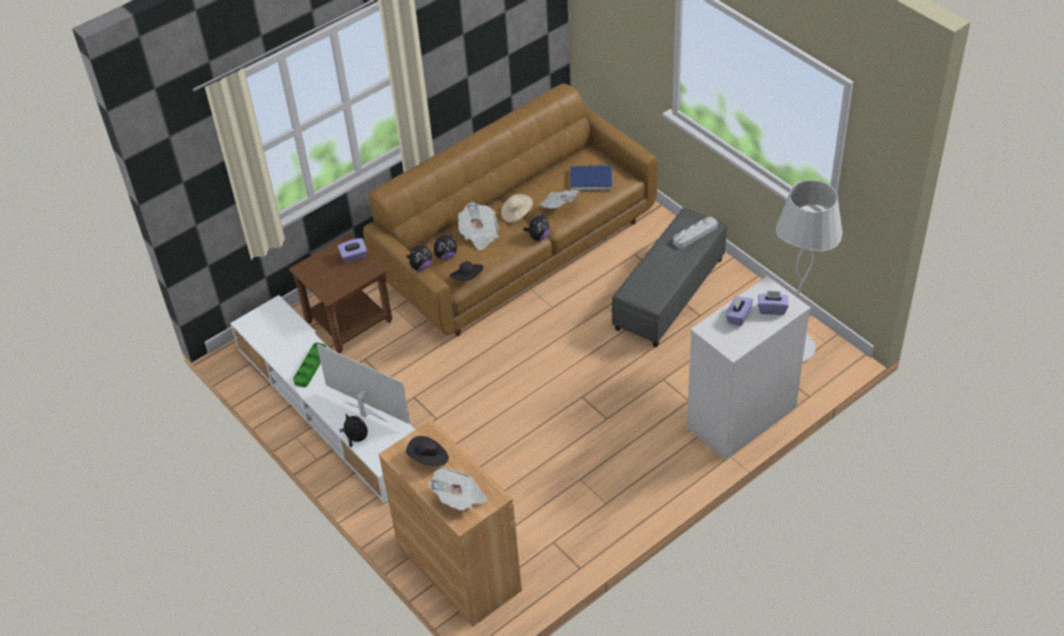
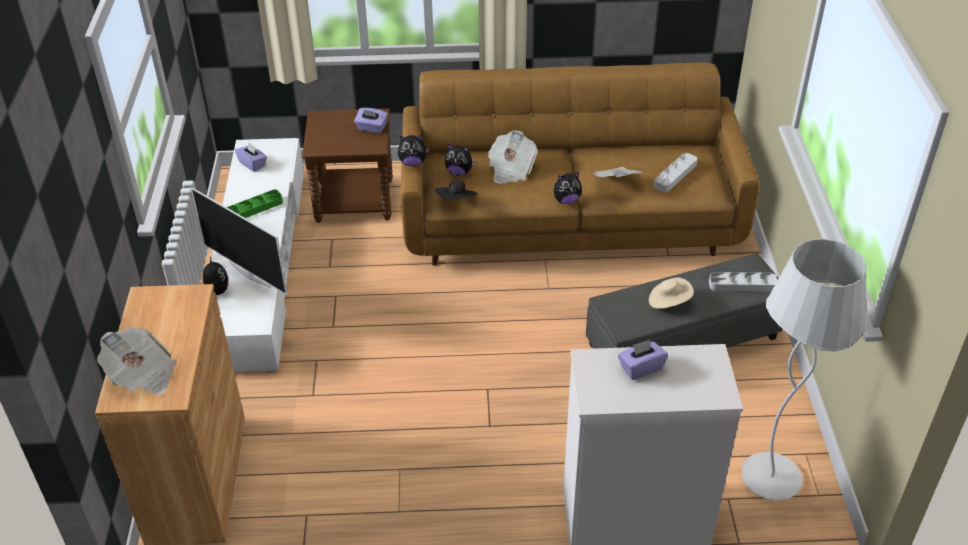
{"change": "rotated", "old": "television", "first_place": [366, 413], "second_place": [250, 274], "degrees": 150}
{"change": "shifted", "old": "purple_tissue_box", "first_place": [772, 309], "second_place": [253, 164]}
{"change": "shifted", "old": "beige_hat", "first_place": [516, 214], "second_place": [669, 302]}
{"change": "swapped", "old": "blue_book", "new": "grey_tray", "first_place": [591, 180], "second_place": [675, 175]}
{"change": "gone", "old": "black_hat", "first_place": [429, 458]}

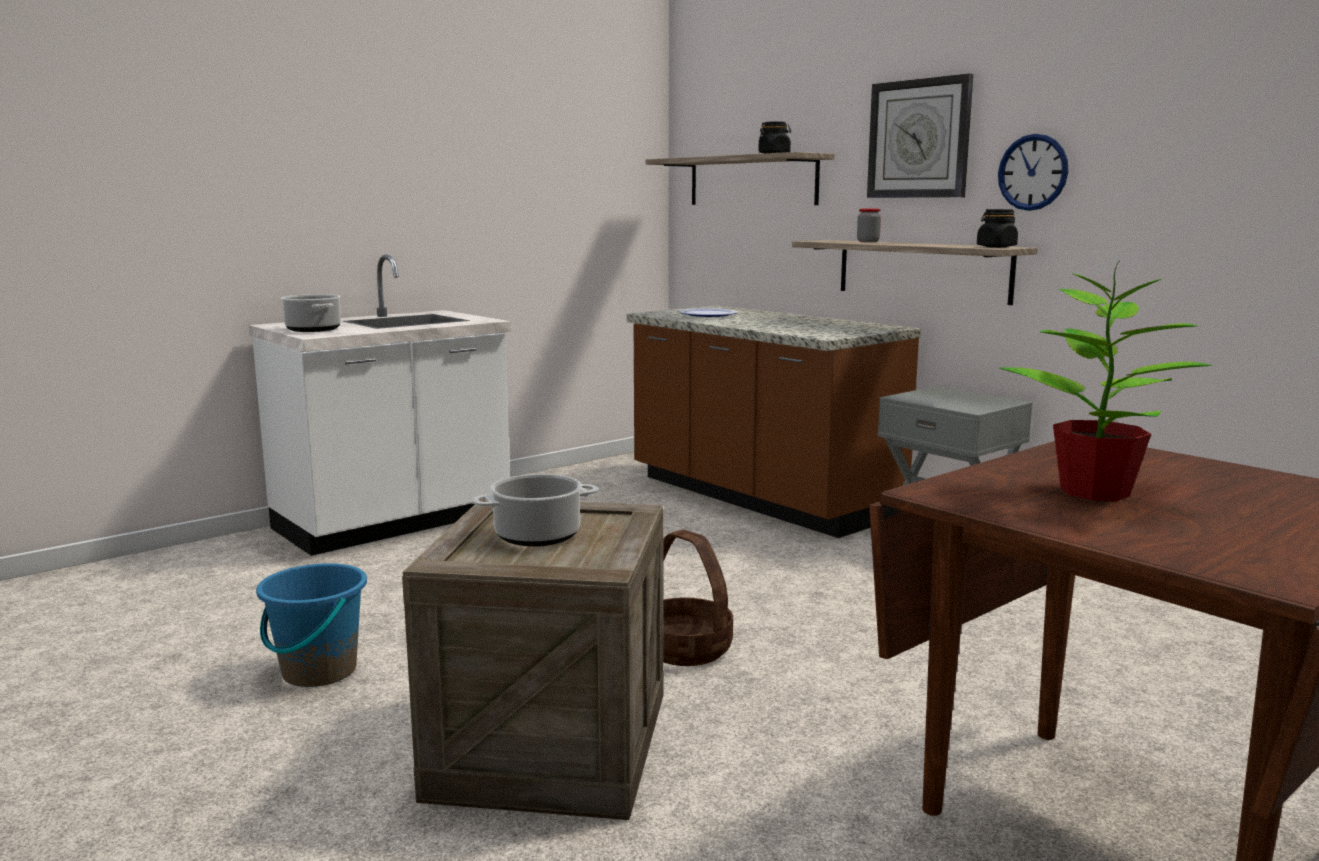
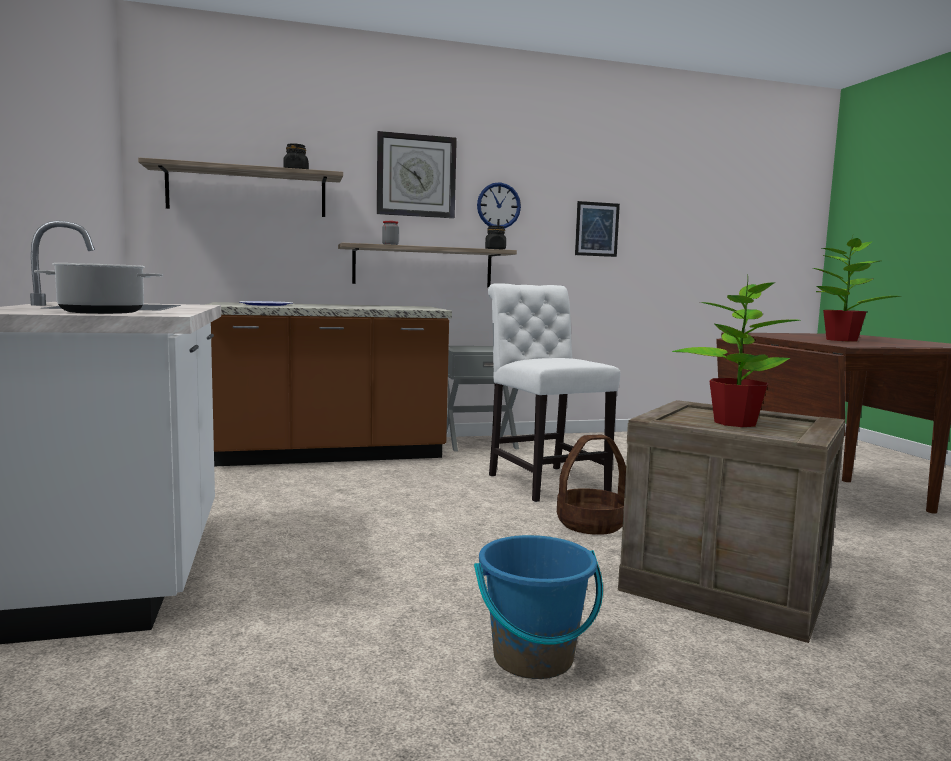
{"change": "new", "new": "white_chair", "second_place": [544, 482]}
{"change": "new", "new": "picture", "second_place": [597, 229]}
{"change": "swapped", "old": "cooking_pot", "new": "potted_plant", "first_place": [536, 536], "second_place": [735, 422]}

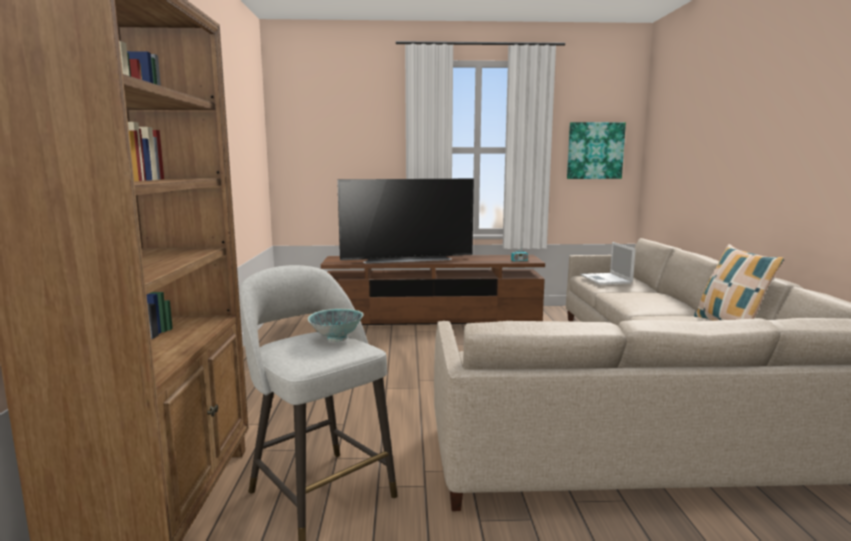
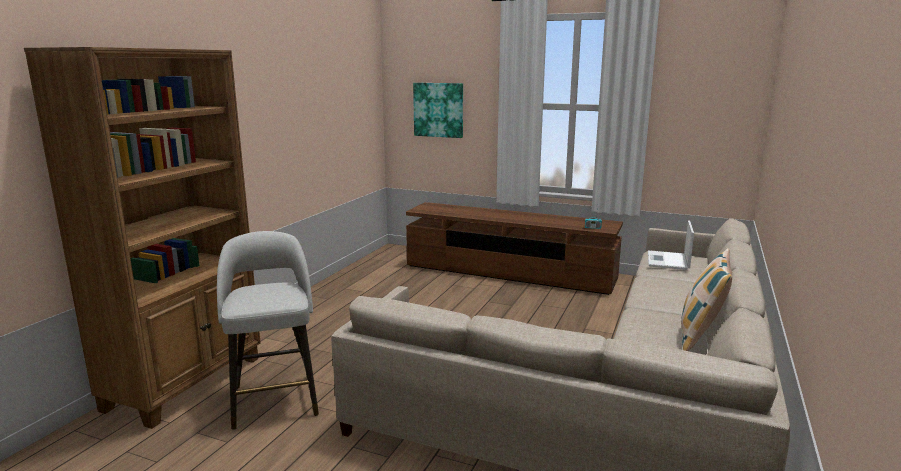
{"change": "shifted", "old": "picture", "first_place": [595, 150], "second_place": [438, 110]}
{"change": "gone", "old": "bowl", "first_place": [337, 338]}
{"change": "gone", "old": "television", "first_place": [406, 259]}

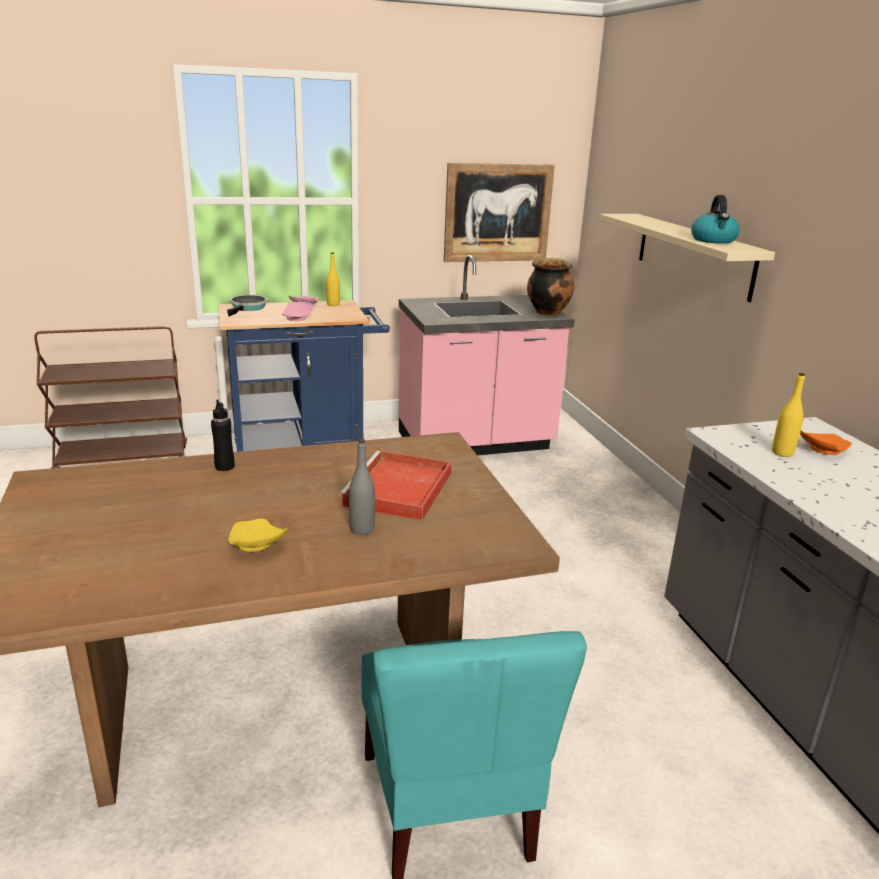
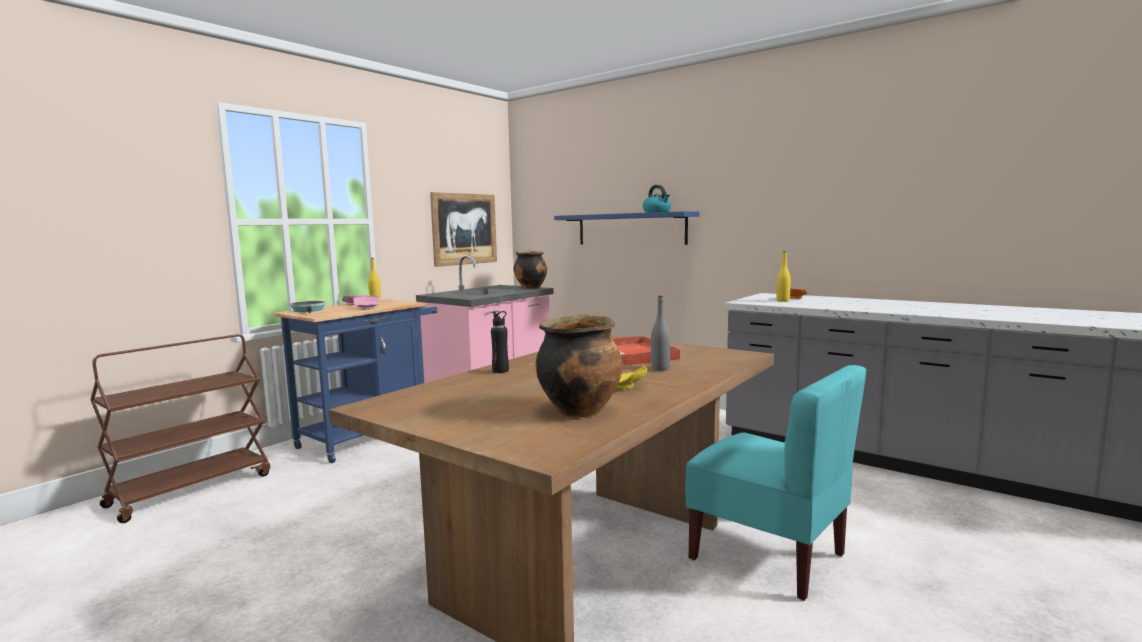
{"change": "new", "new": "cooking_pot", "second_place": [580, 410]}
{"change": "repainted", "old": "beige_shelf", "new": "blue_shelf", "first_place": [693, 254], "second_place": [630, 229]}

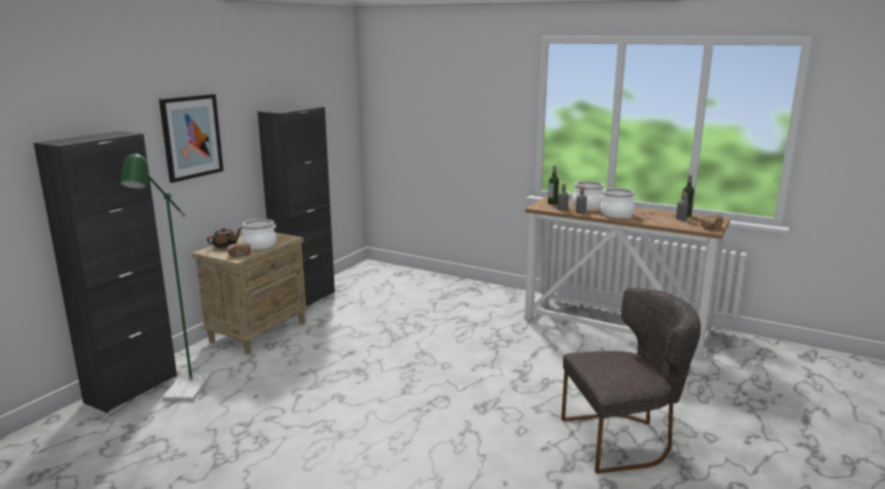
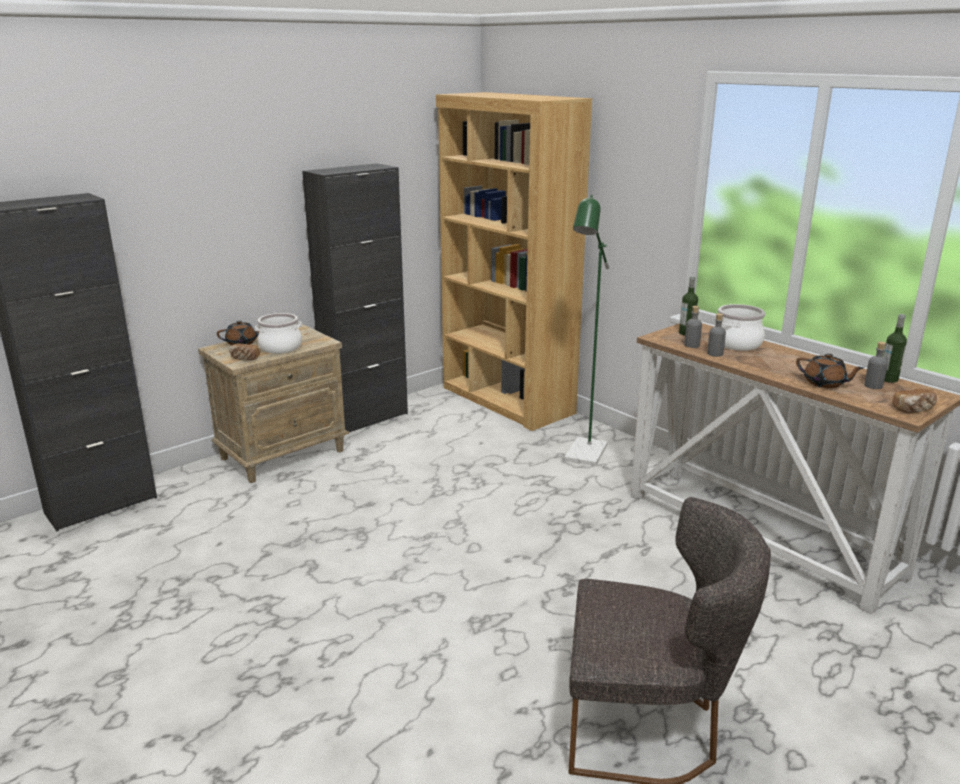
{"change": "new", "new": "brown_bookcase", "second_place": [507, 400]}
{"change": "shifted", "old": "green_floor_lamp", "first_place": [183, 394], "second_place": [584, 457]}
{"change": "new", "new": "brown_teapot", "second_place": [825, 383]}
{"change": "gone", "old": "picture", "first_place": [191, 137]}
{"change": "gone", "old": "cooking_pot", "first_place": [616, 214]}

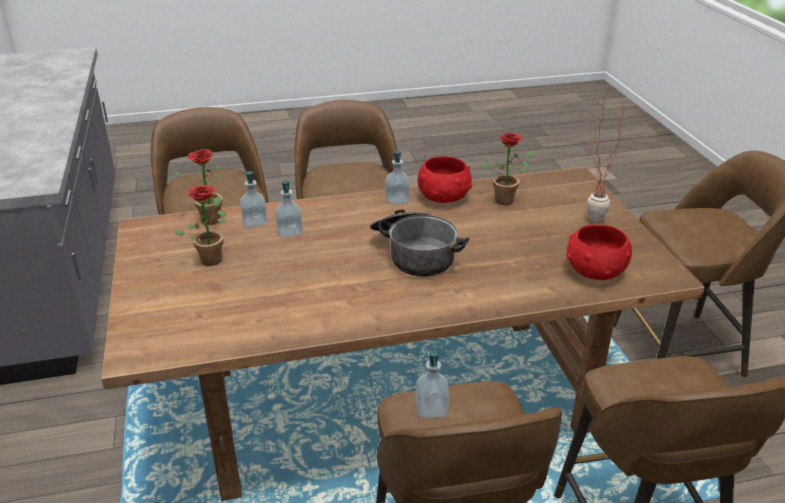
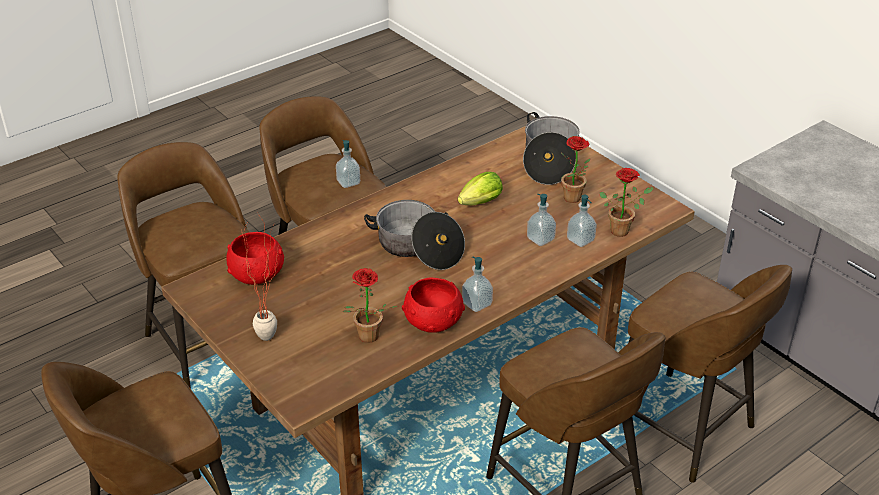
{"change": "new", "new": "lettuce", "second_place": [478, 204]}
{"change": "new", "new": "cooking_pot", "second_place": [549, 161]}

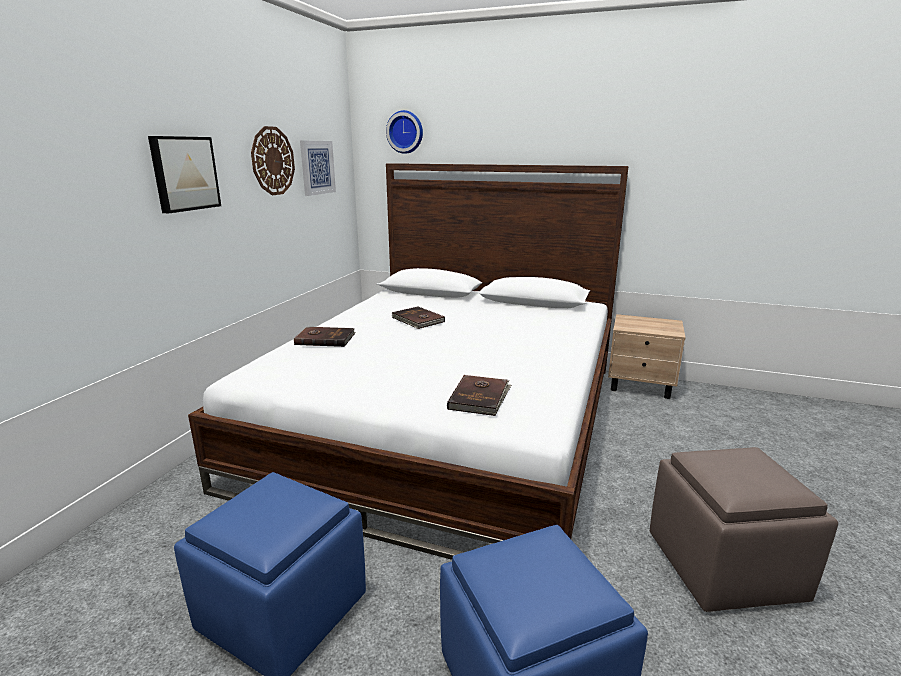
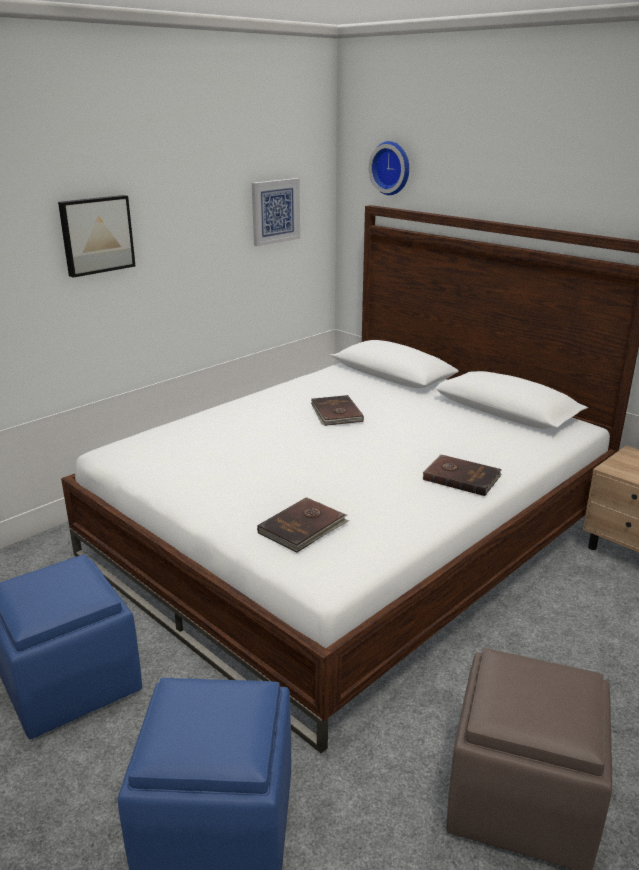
{"change": "shifted", "old": "brown_book", "first_place": [325, 339], "second_place": [461, 477]}
{"change": "gone", "old": "wall_clock", "first_place": [272, 161]}

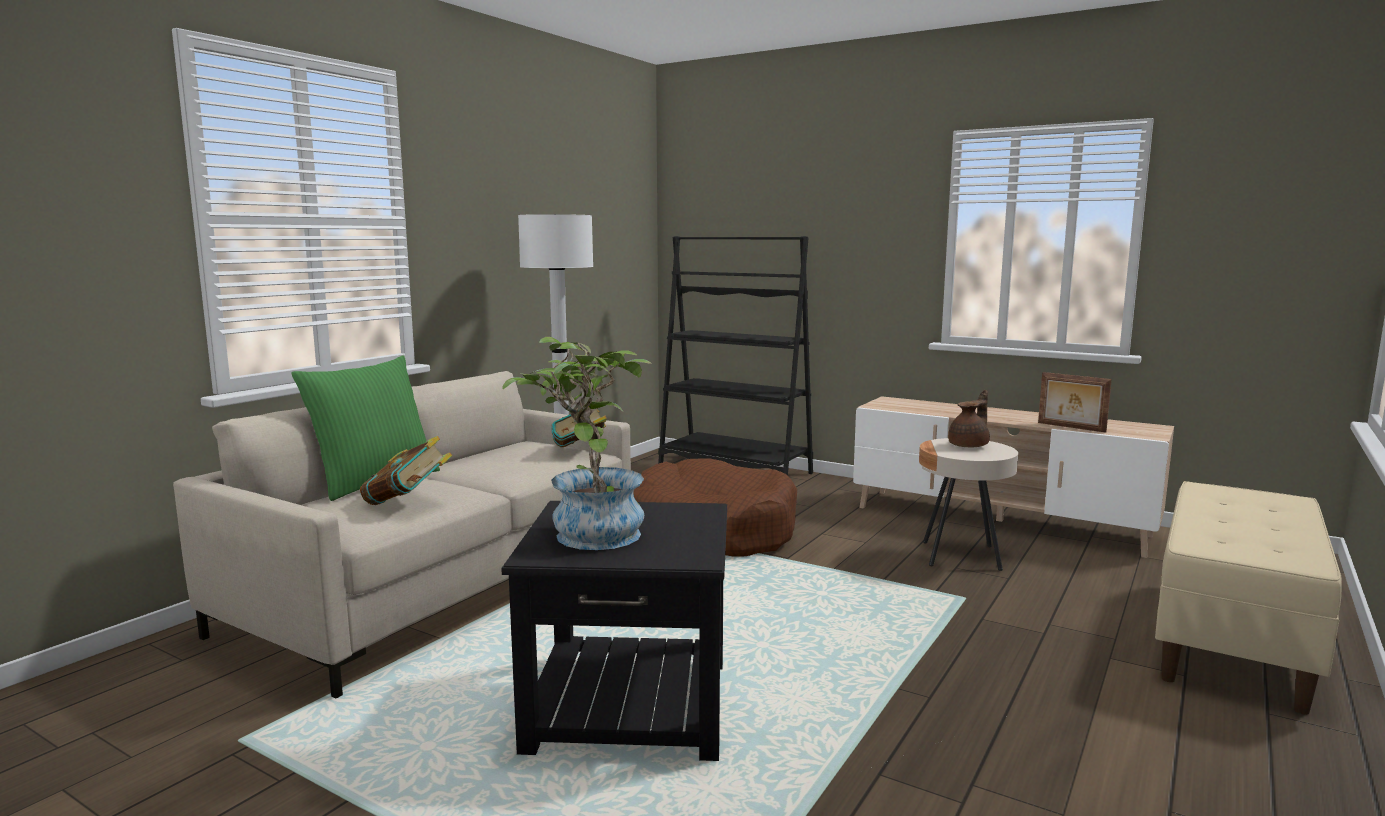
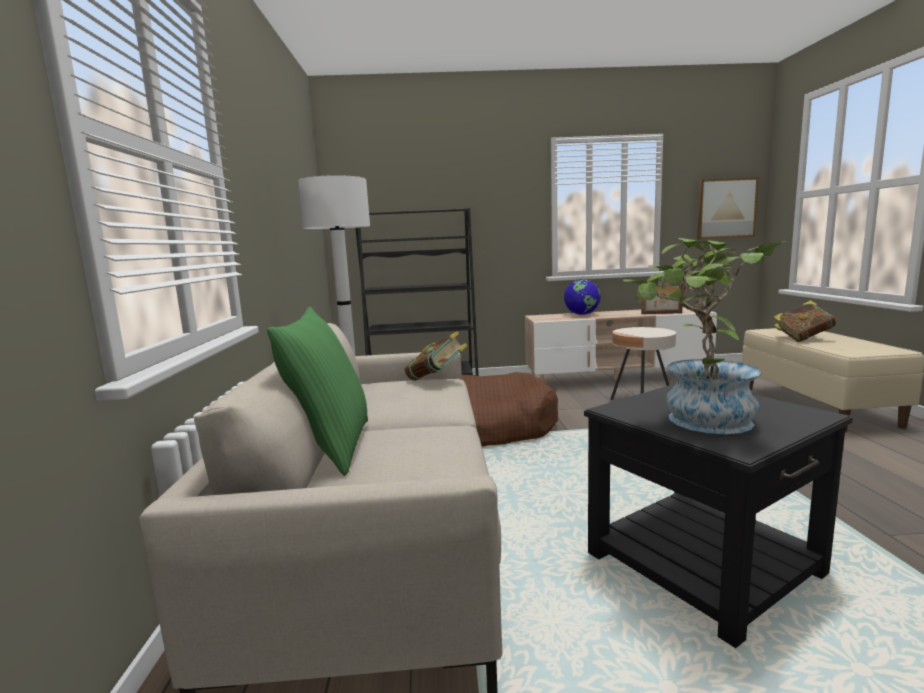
{"change": "new", "new": "globe", "second_place": [582, 314]}
{"change": "new", "new": "picture", "second_place": [726, 208]}
{"change": "shifted", "old": "book", "first_place": [408, 503], "second_place": [803, 339]}
{"change": "gone", "old": "brown_teapot", "first_place": [969, 445]}

